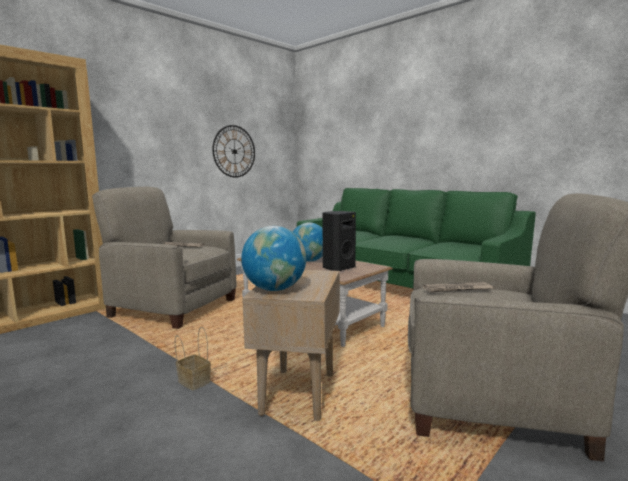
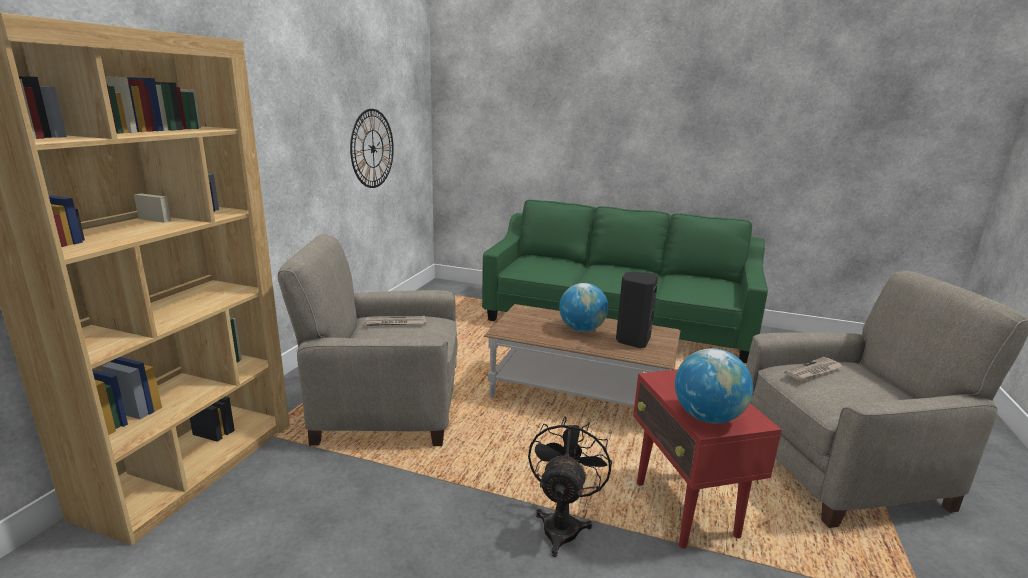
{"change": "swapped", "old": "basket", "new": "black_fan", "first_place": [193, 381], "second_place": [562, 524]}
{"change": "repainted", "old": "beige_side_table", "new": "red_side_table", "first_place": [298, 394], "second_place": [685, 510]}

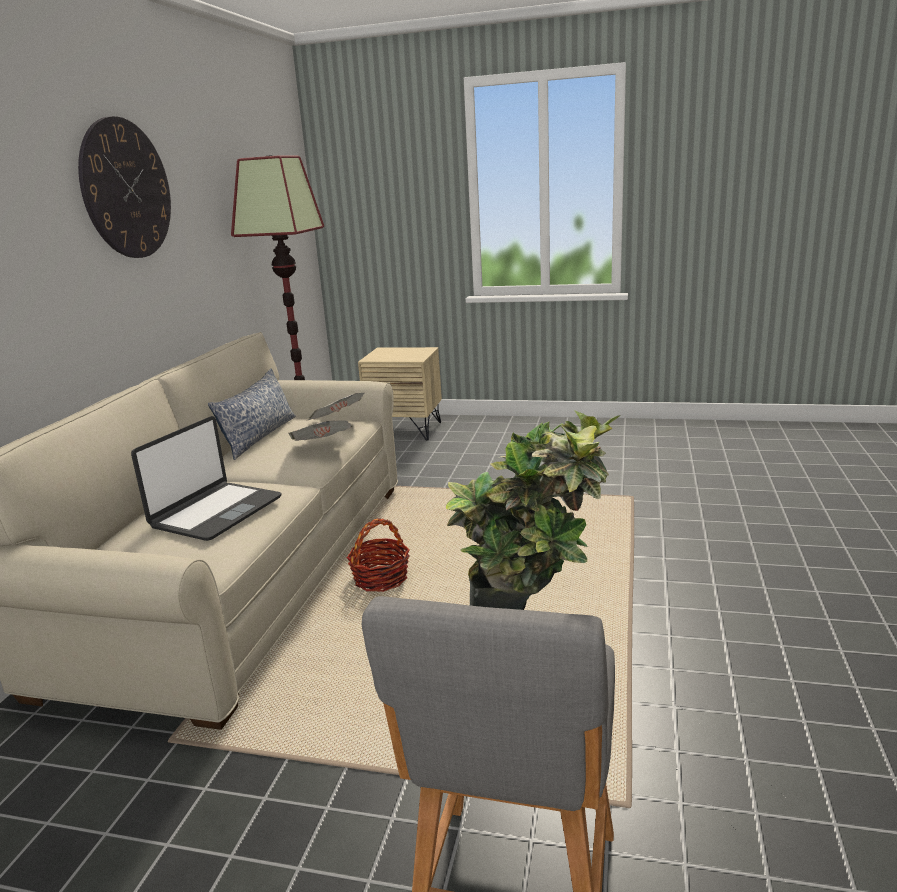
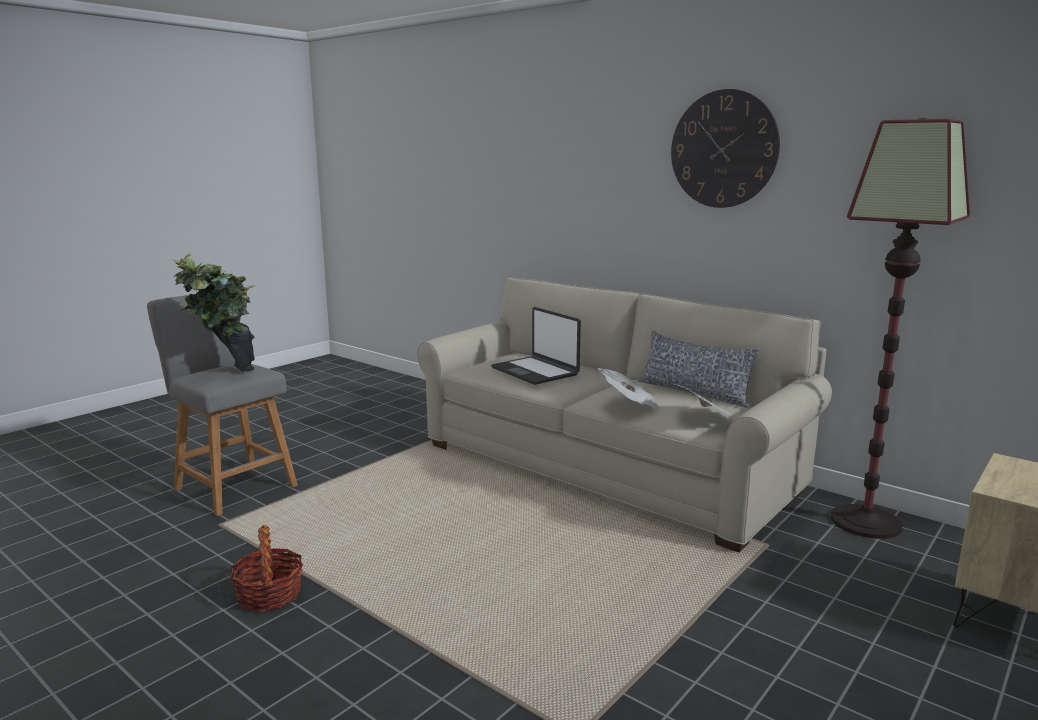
{"change": "shifted", "old": "basket", "first_place": [381, 578], "second_place": [269, 595]}

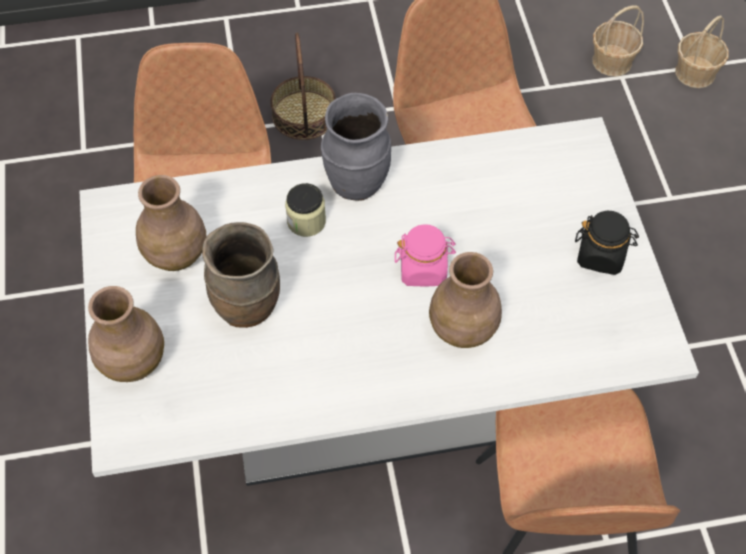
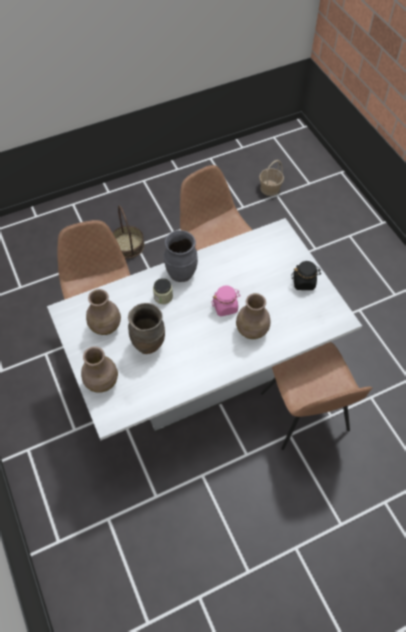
{"change": "gone", "old": "basket", "first_place": [695, 73]}

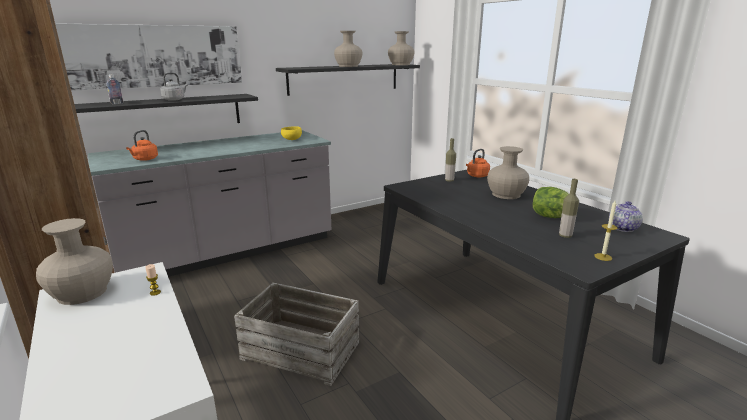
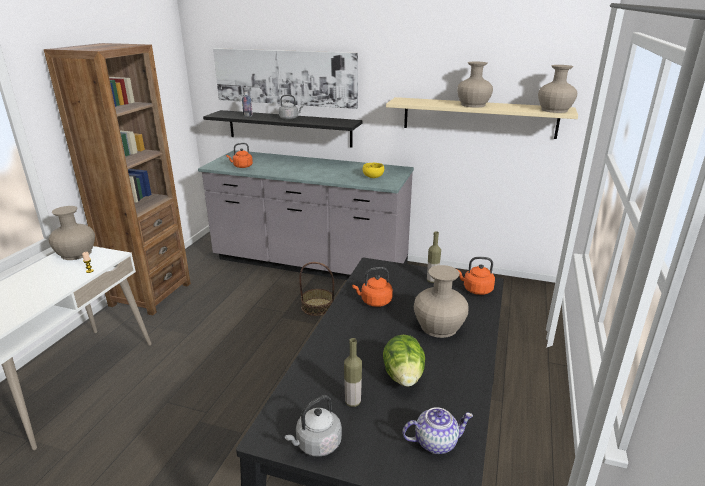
{"change": "swapped", "old": "candle", "new": "grey_kettle", "first_place": [603, 257], "second_place": [316, 444]}
{"change": "new", "new": "basket", "second_place": [317, 306]}
{"change": "new", "new": "orange_kettle", "second_place": [374, 301]}
{"change": "repainted", "old": "black_shelf", "new": "beige_shelf", "first_place": [344, 78], "second_place": [479, 117]}
{"change": "gone", "old": "crate", "first_place": [301, 349]}

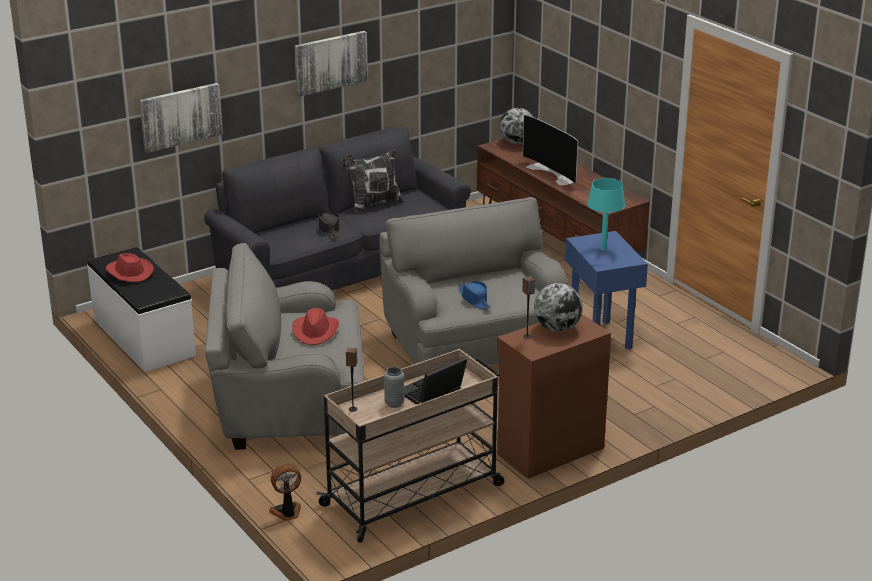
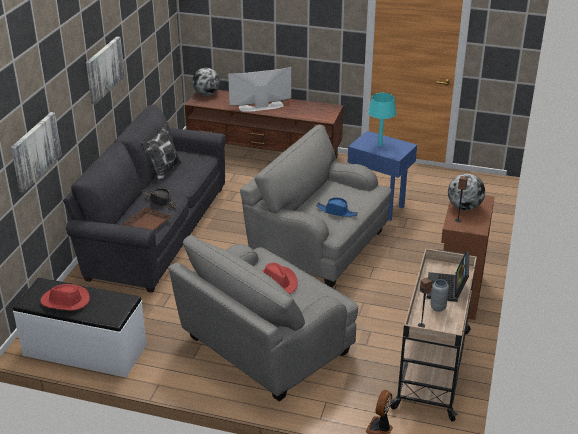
{"change": "new", "new": "brown_tray", "second_place": [148, 224]}
{"change": "rotated", "old": "television", "first_place": [553, 173], "second_place": [261, 107], "degrees": 150}

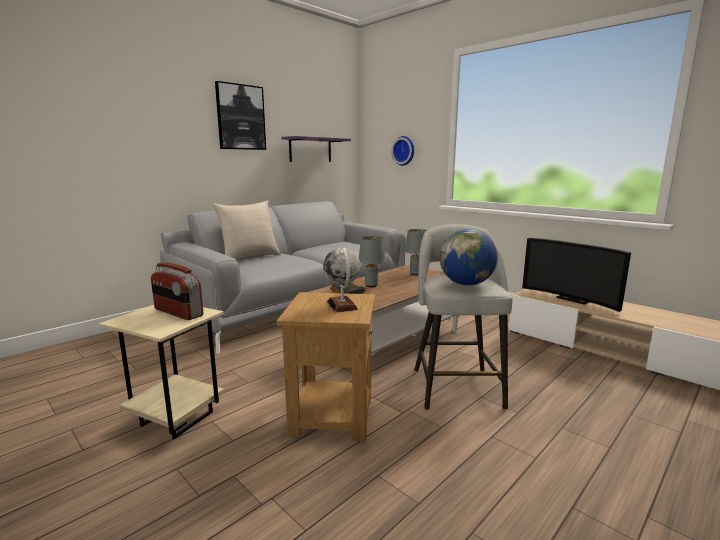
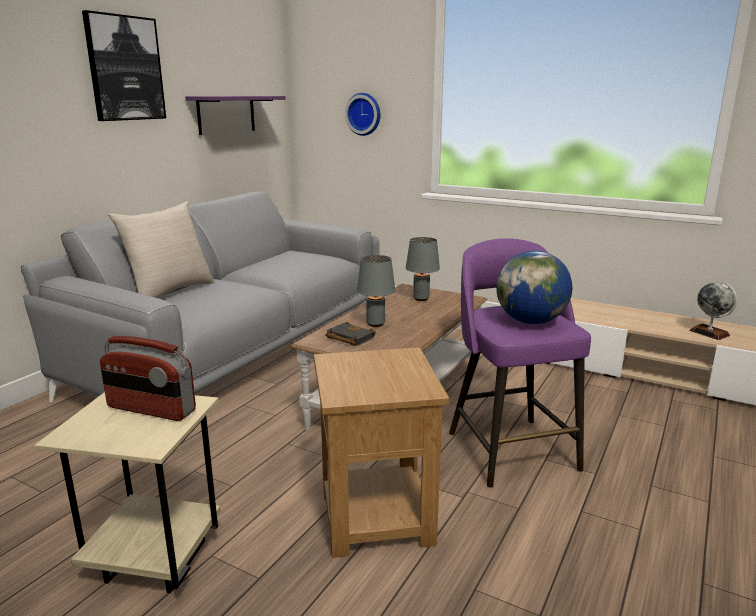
{"change": "repainted", "old": "grey_stool", "new": "purple_stool", "first_place": [456, 386], "second_place": [510, 448]}
{"change": "shifted", "old": "globe", "first_place": [342, 305], "second_place": [709, 333]}
{"change": "gone", "old": "television", "first_place": [573, 299]}

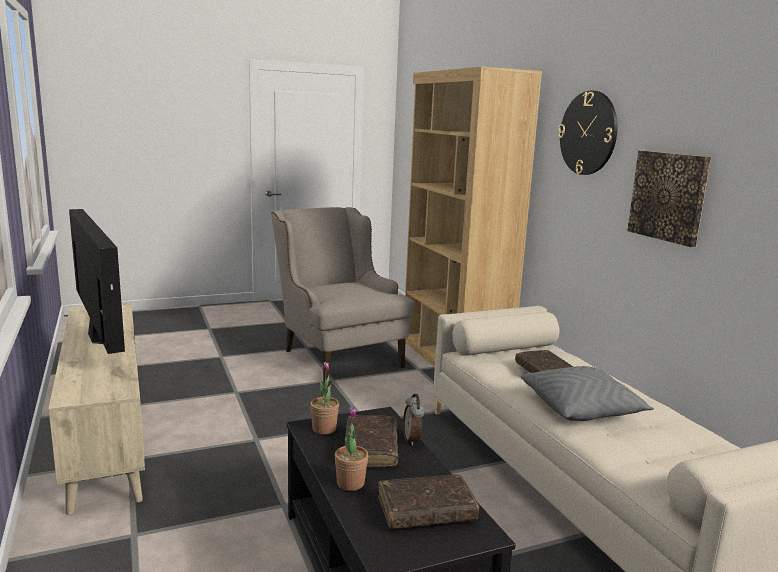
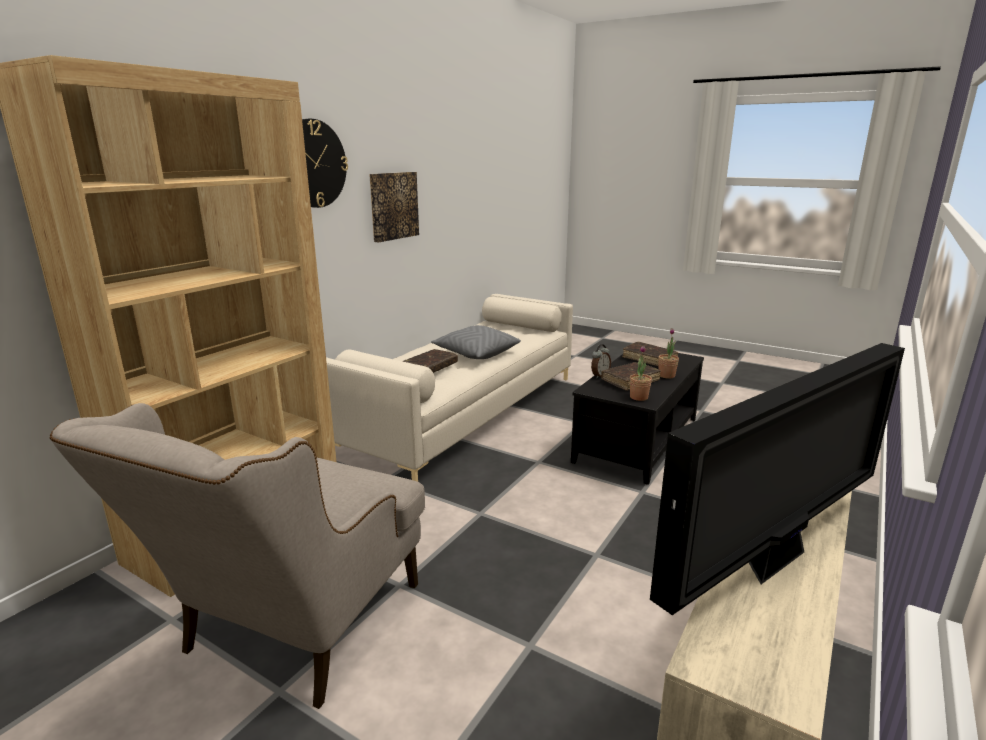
{"change": "rotated", "old": "television", "first_place": [100, 337], "second_place": [775, 559], "degrees": -150}

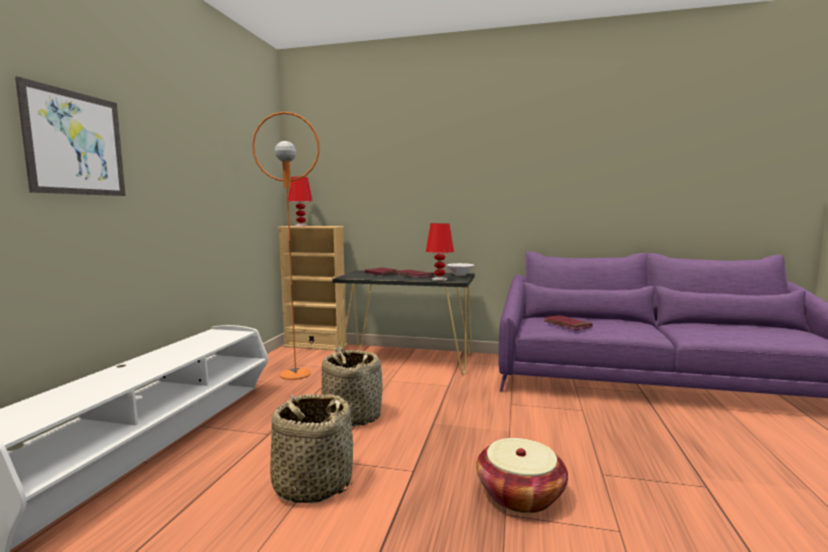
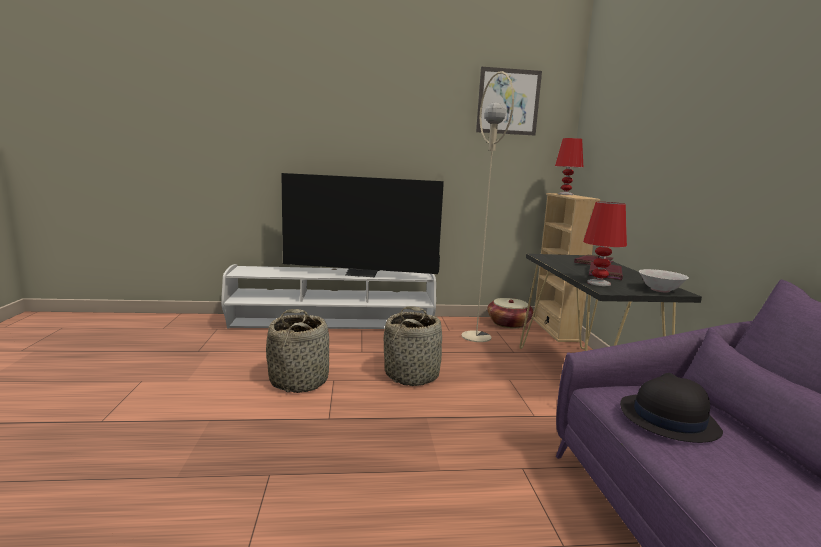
{"change": "new", "new": "television", "second_place": [362, 274]}
{"change": "repainted", "old": "orange_floor_lamp", "new": "beige_floor_lamp", "first_place": [295, 374], "second_place": [476, 336]}
{"change": "shifted", "old": "picture", "first_place": [76, 143], "second_place": [508, 101]}
{"change": "shifted", "old": "basket", "first_place": [520, 494], "second_place": [508, 323]}
{"change": "swapped", "old": "red_book", "new": "black_hat", "first_place": [567, 325], "second_place": [667, 419]}

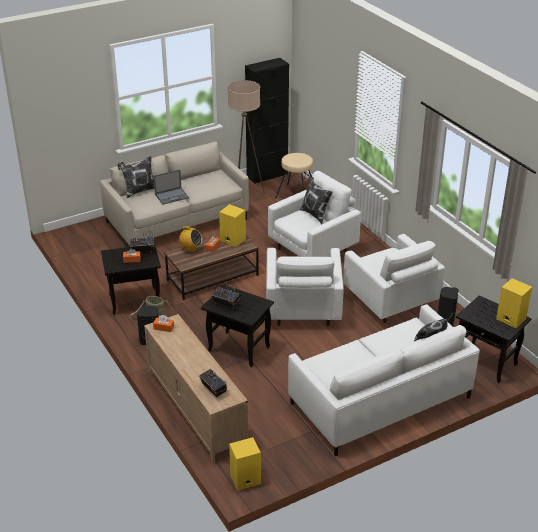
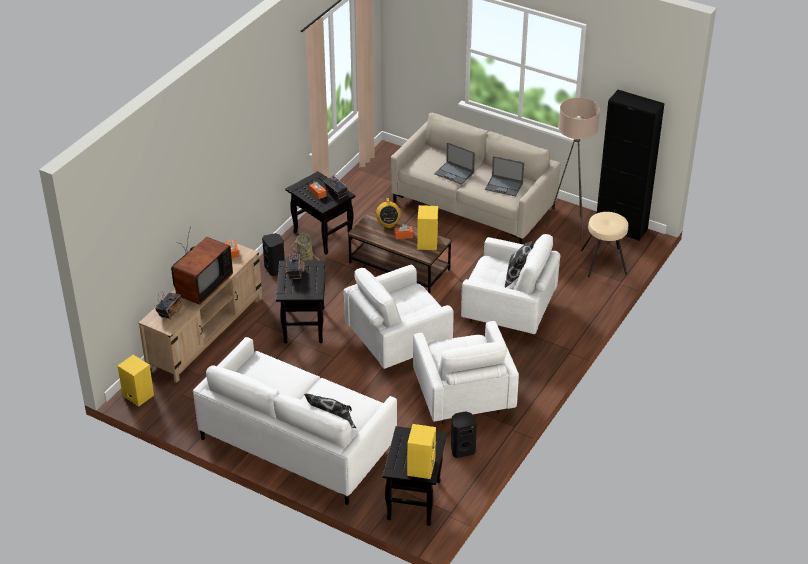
{"change": "new", "new": "television", "second_place": [201, 286]}
{"change": "rotated", "old": "white_armchair", "first_place": [390, 302], "second_place": [463, 398], "degrees": -45}
{"change": "new", "new": "laptop", "second_place": [504, 186]}
{"change": "gone", "old": "pillow", "first_place": [139, 191]}

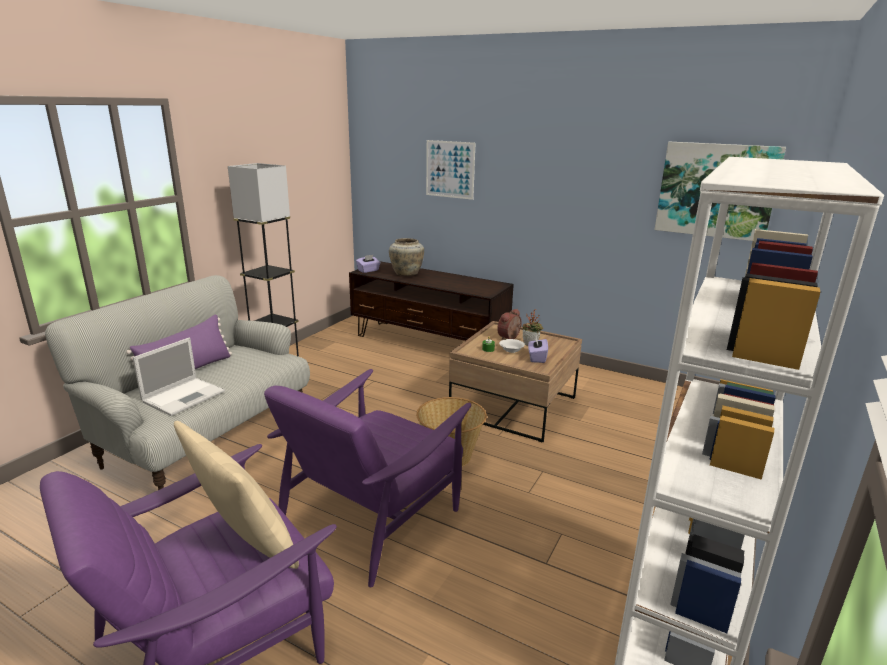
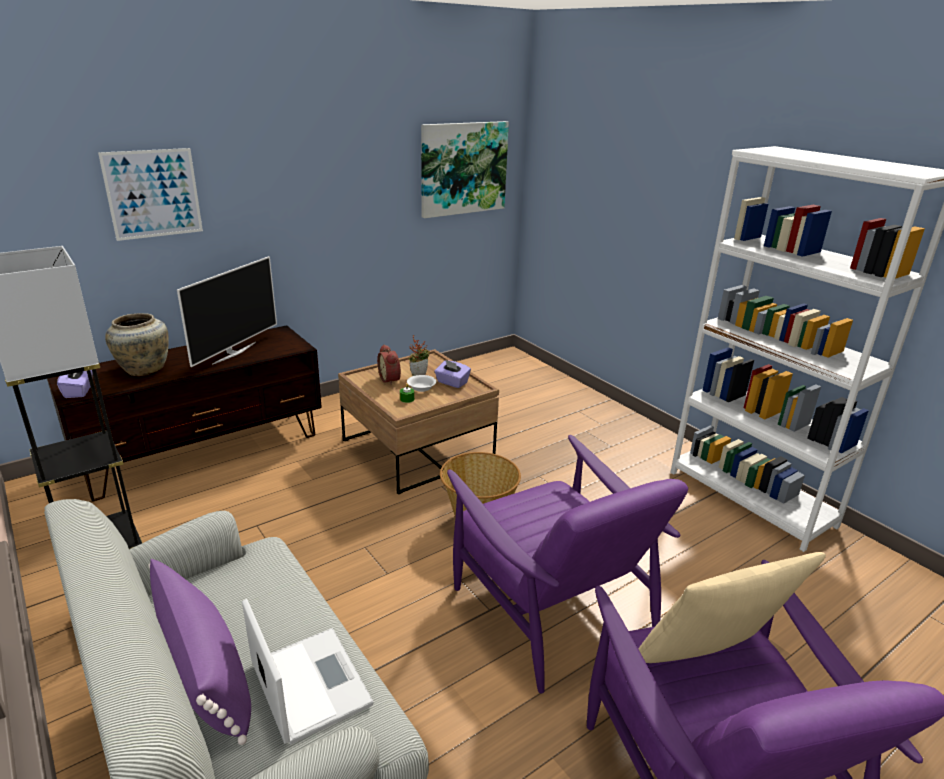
{"change": "new", "new": "television", "second_place": [233, 353]}

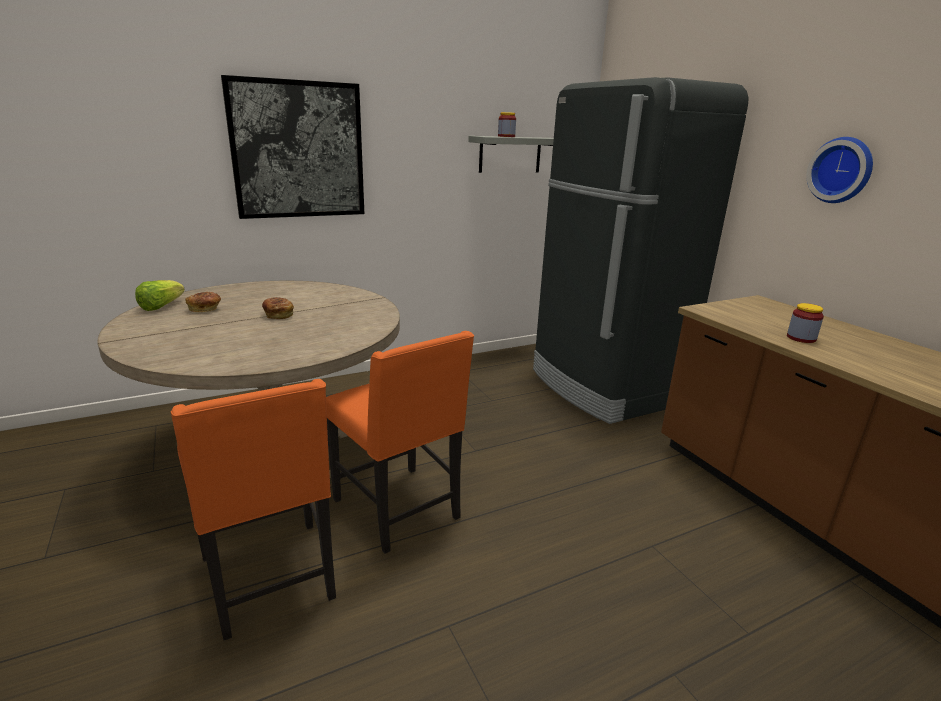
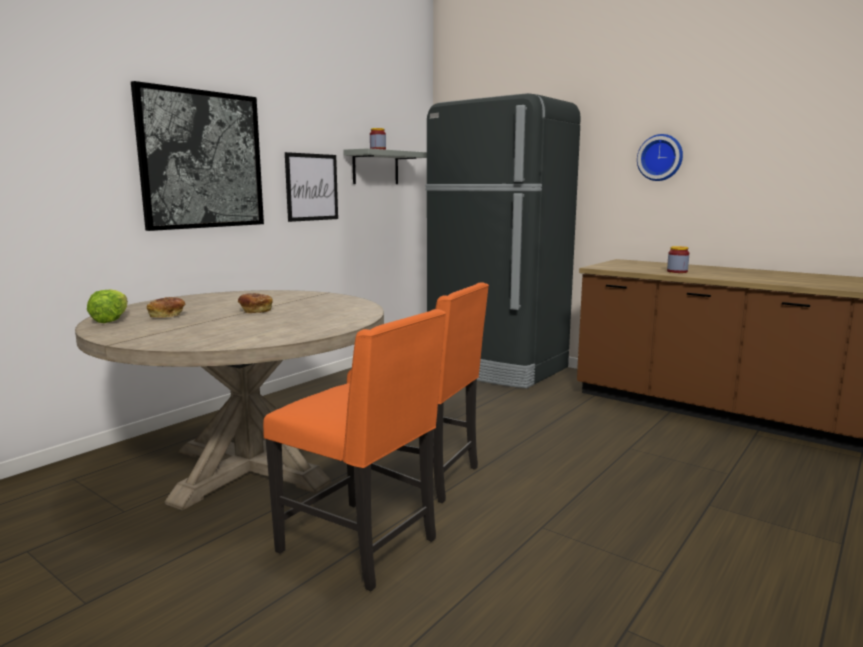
{"change": "new", "new": "picture", "second_place": [312, 187]}

